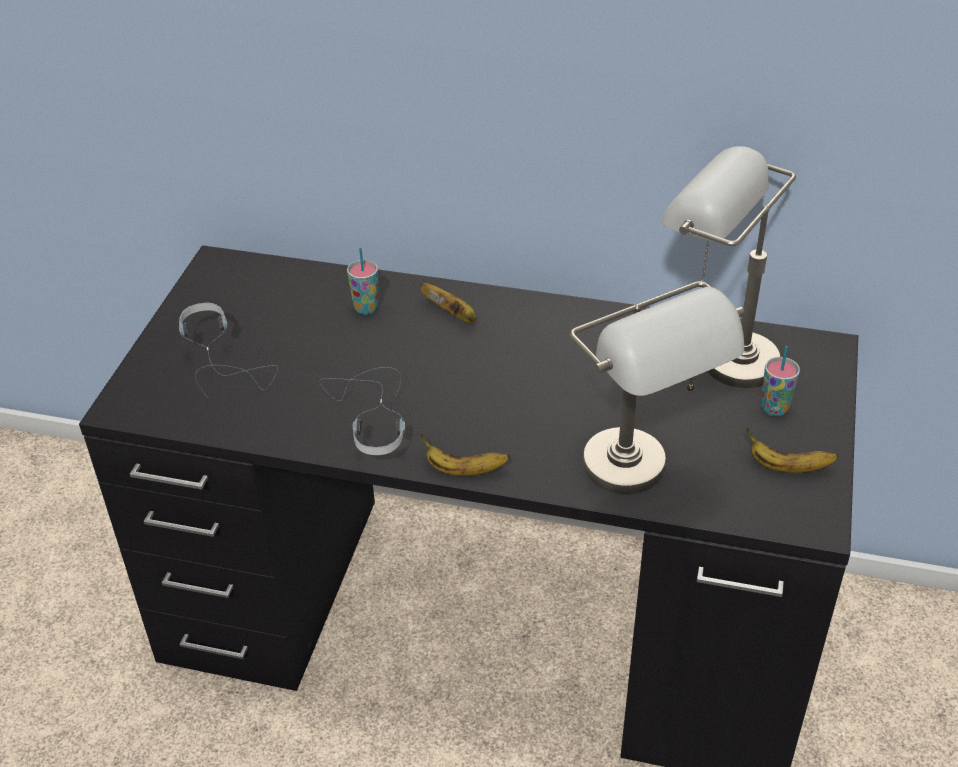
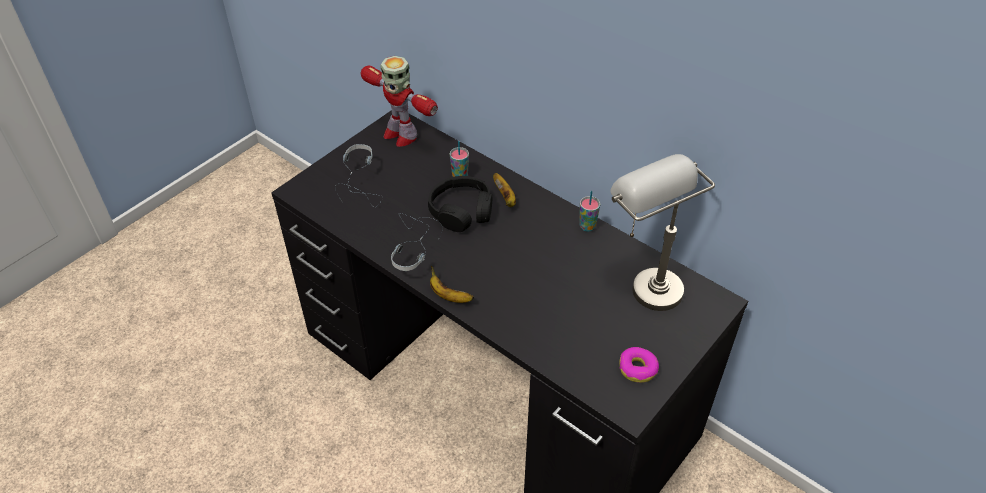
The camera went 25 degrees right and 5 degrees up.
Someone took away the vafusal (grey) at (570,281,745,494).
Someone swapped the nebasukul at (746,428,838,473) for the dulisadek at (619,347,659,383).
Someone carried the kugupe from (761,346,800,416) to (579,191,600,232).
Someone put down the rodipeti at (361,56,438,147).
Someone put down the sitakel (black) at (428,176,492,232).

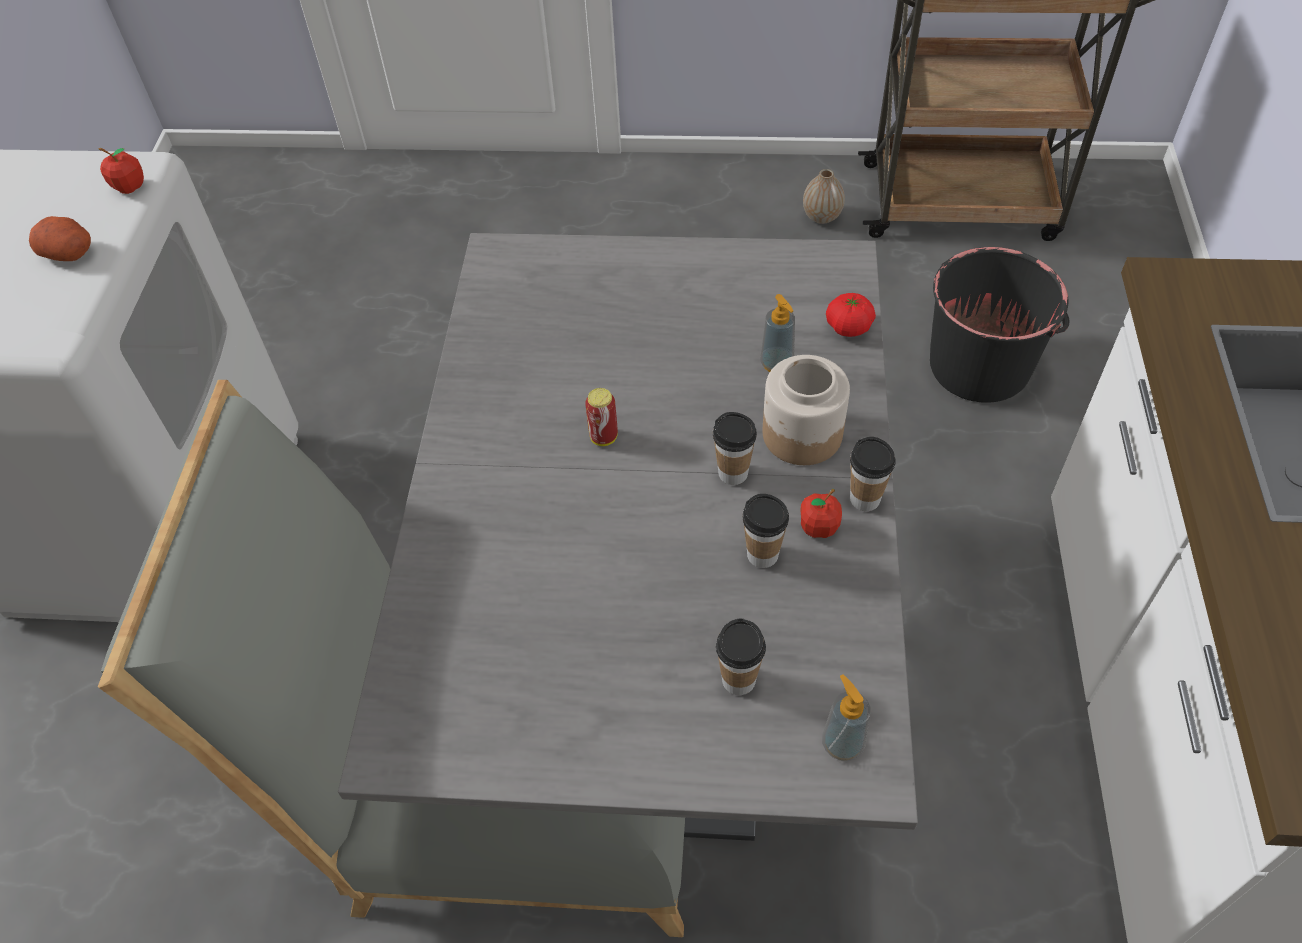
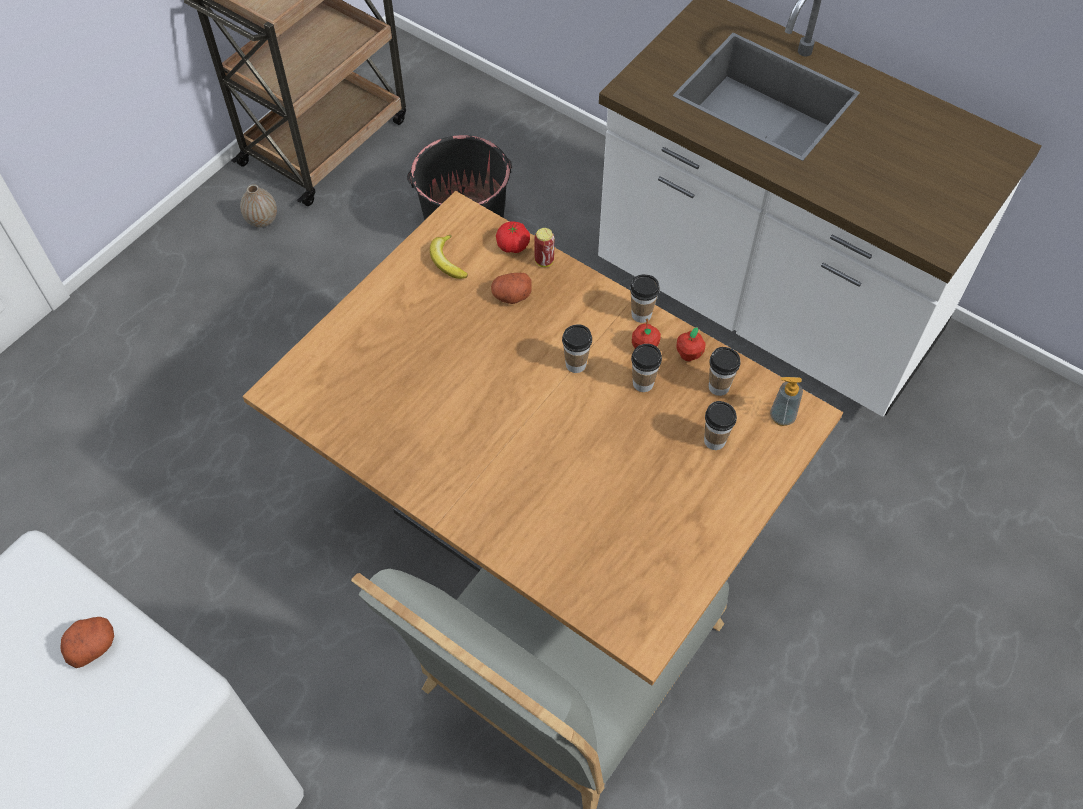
The camera went 60 degrees left and 5 degrees up.
Someone carried the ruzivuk from (99,148,144,194) to (676,327,706,361).
Someone repainted the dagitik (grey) at (338,233,918,841), which became the dagitik (brown) at (242,191,843,685).
Someone carried the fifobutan from (585,388,618,446) to (534,228,554,267).
Someone swapped the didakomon at (760,294,795,372) for the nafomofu at (491,273,532,304).
Someone took away the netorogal at (763,355,850,465).
Someone put down the nebasukul at (430,235,468,279).
Someone put down the kugupe at (709,347,741,396).

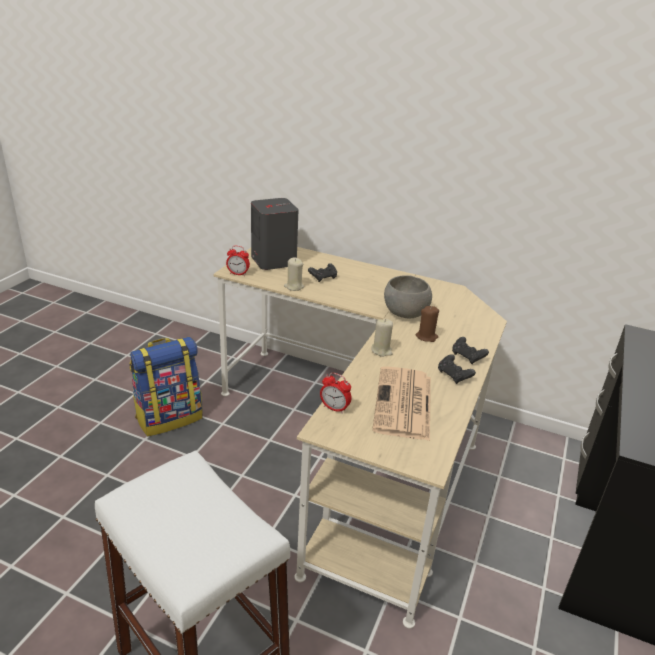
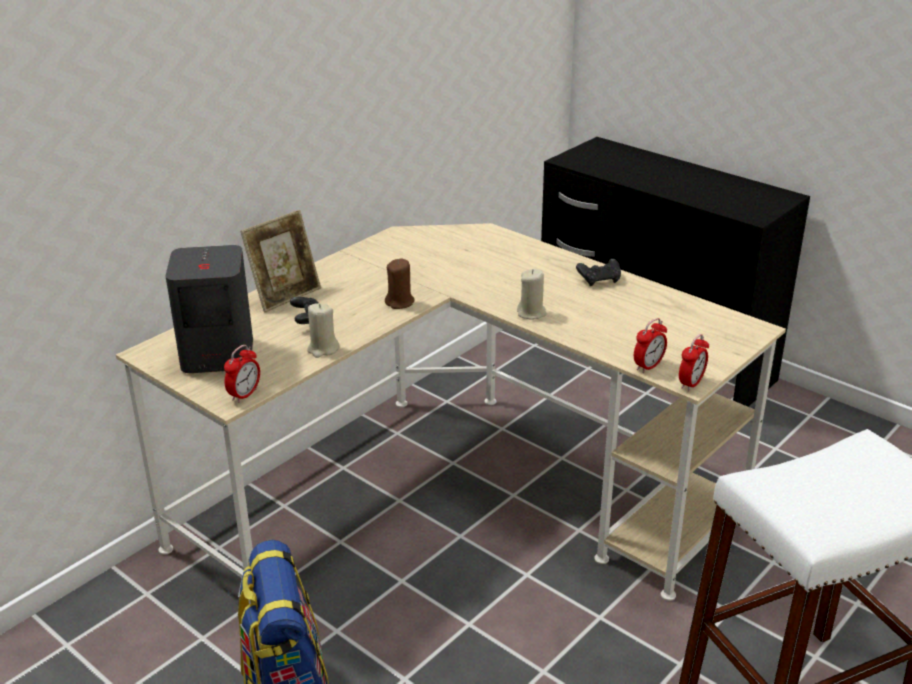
The camera went 70 degrees left and 0 degrees up.
Someone took away the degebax at (372,366,431,441).
Someone took away the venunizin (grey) at (384,275,432,319).
Someone carried the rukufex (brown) from (416,306,439,342) to (385,259,415,309).
Someone took away the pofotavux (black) at (452,337,489,364).
Someone put down the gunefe at (240,210,321,313).
Someone put down the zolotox at (679,334,709,391).

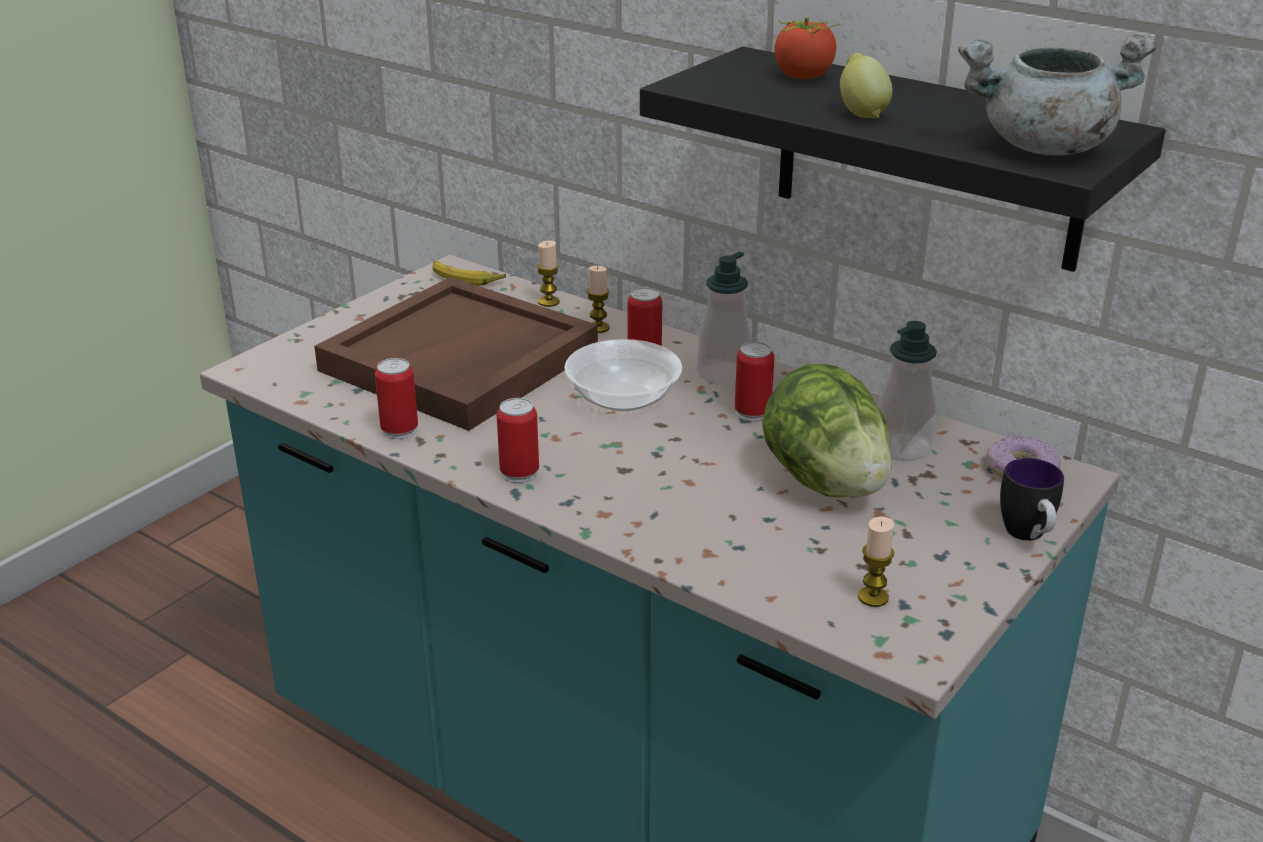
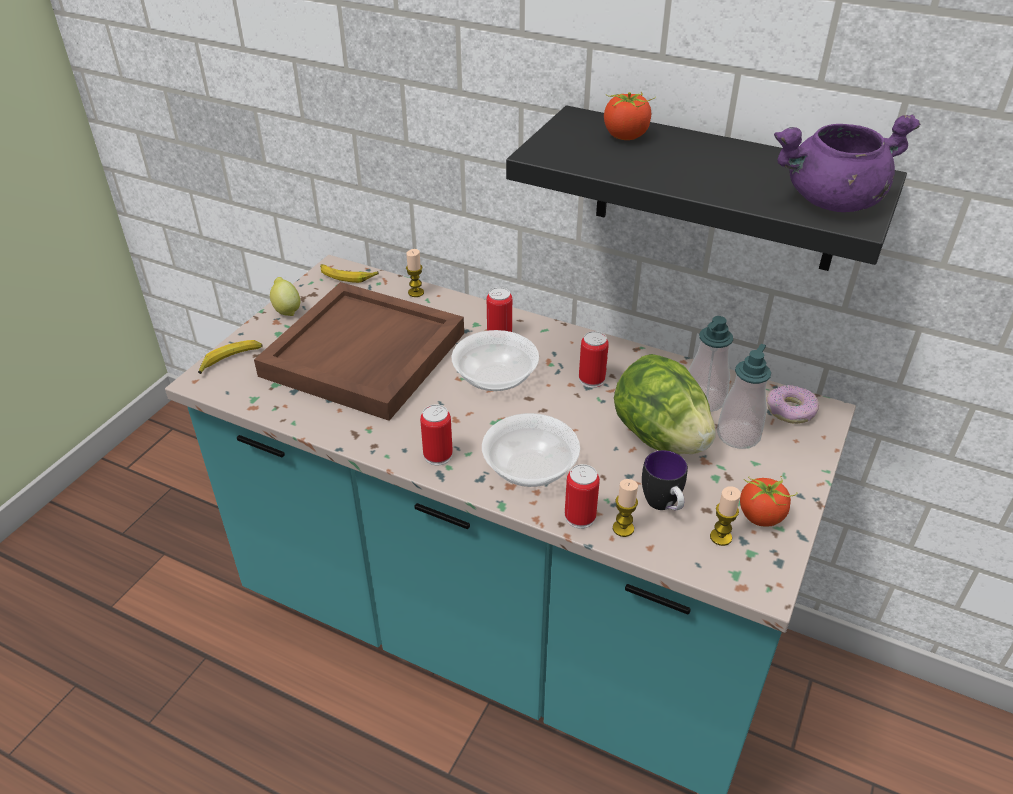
The camera went 10 degrees left and 10 degrees up.
Someone carried the fifobutan from (375,358,418,439) to (565,464,600,529).
Someone carried the rukufex from (587,266,610,333) to (613,479,638,537).
Someone carried the didakomon from (697,252,751,385) to (717,344,771,449).
Someone carried the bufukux from (840,53,893,119) to (270,277,300,316).
Someone repainted the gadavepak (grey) at (958,34,1157,155), which became the gadavepak (purple) at (774,114,920,212).
Someone carried the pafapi from (1000,458,1064,541) to (642,450,688,510).
Someone put down the nebasukul at (198,340,263,374).
Someone put down the venunizin at (482,413,580,487).
Someone put down the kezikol at (740,476,798,527).

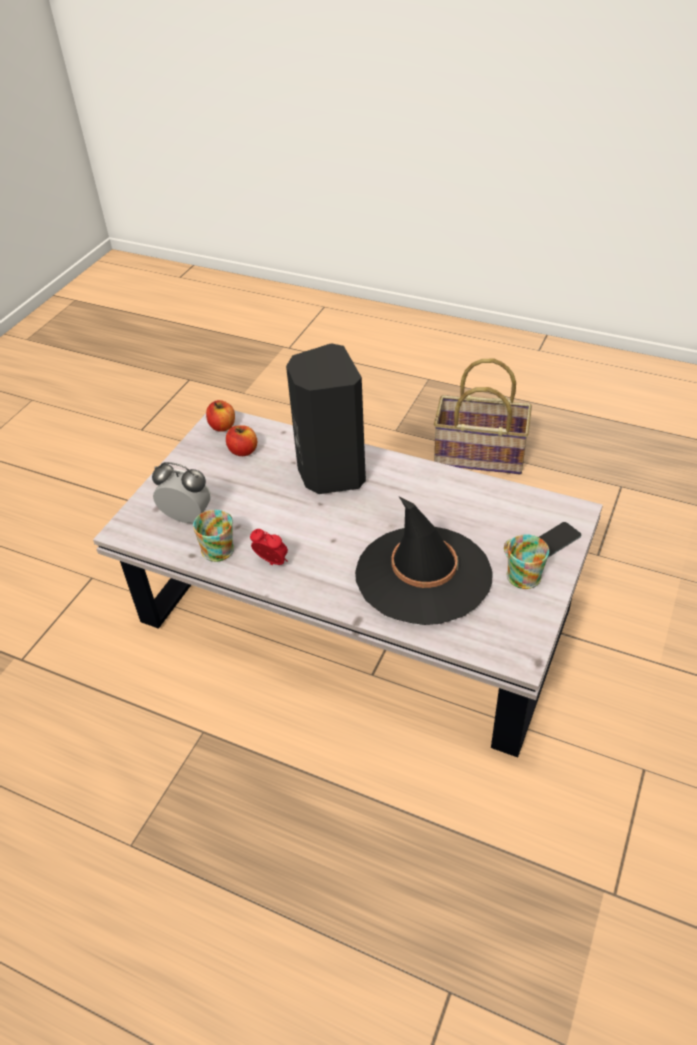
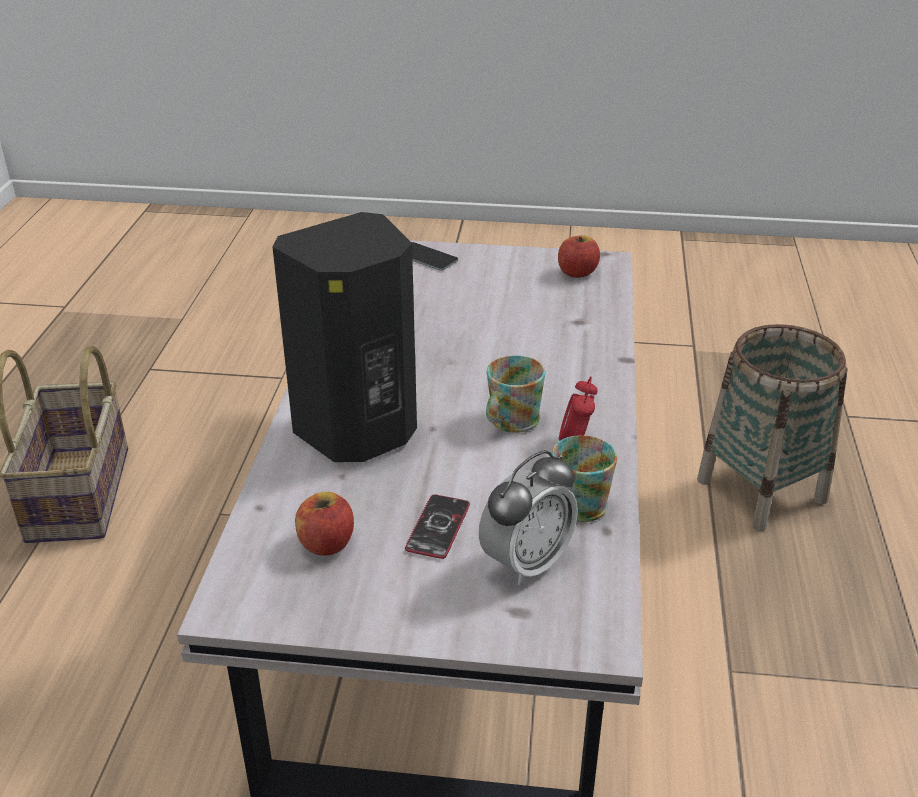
The camera went 110 degrees left and 10 degrees down.
Someone rotated the zolotox at (152,462,211,523) by 135 degrees counterclockwise.
Someone carried the ruzivuk from (206,400,235,432) to (558,235,600,278).
Someone took away the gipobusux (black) at (355,496,493,625).
Someone carried the pafapi from (504,534,549,589) to (486,355,545,433).
Someone put down the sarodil at (405,494,470,559).
Someone put down the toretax at (697,324,848,531).

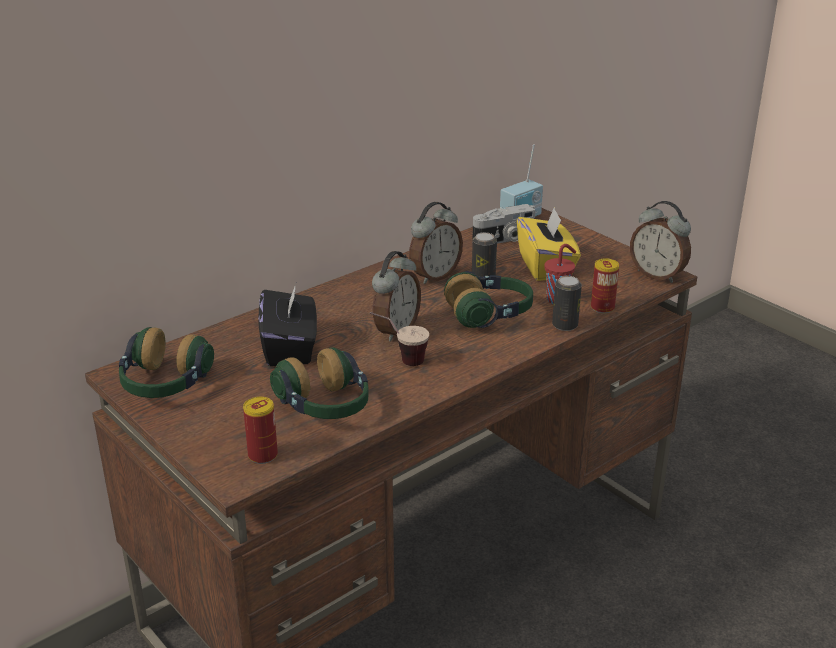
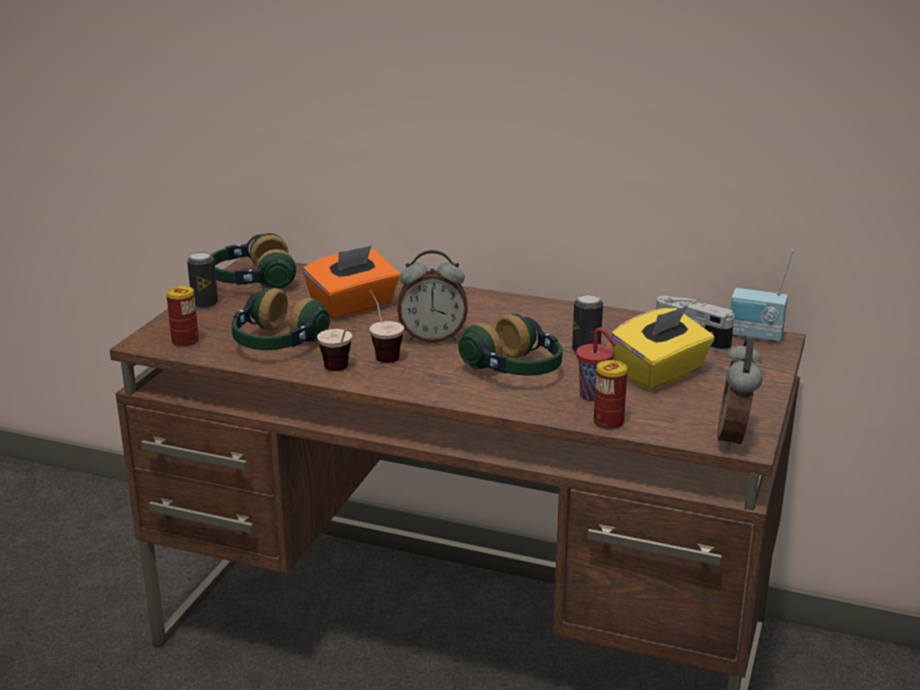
The camera went 60 degrees right and 5 degrees down.
Someone repainted the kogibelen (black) at (259,281,317,366), which became the kogibelen (orange) at (303,245,400,320).
Someone took away the zolotox at (409,202,463,284).
Someone carried the fifobutan from (552,276,582,331) to (187,252,218,308).
Someone put down the kugupe at (317,329,356,371).

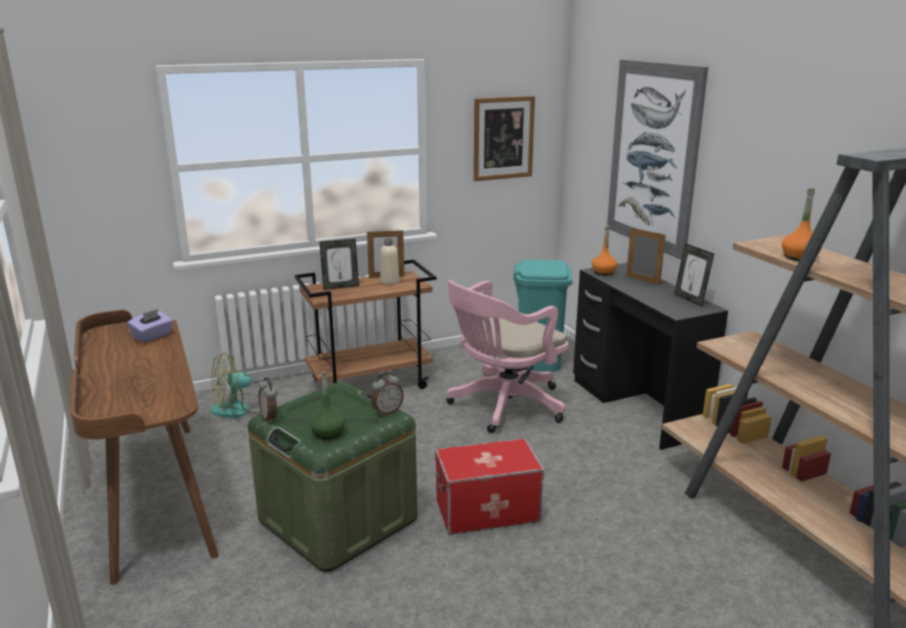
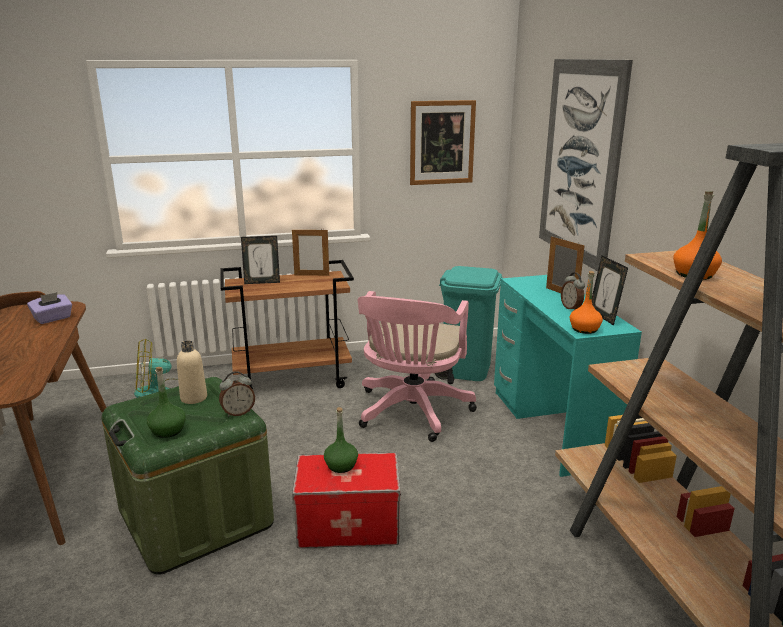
The camera went 10 degrees right and 0 degrees up.
Someone carried the zolotox from (258,377,277,423) to (561,272,585,310).
Someone carried the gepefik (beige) from (380,238,399,285) to (177,341,207,404).
Someone rotated the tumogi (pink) at (446,280,568,433) by 45 degrees counterclockwise.
Someone repainted the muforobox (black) at (573,263,728,450), which became the muforobox (turquoise) at (494,275,642,477).
Someone carried the gepefik (orange) from (592,225,617,275) to (570,271,603,334).
Someone put down the gepefik (green) at (324,407,358,473).

